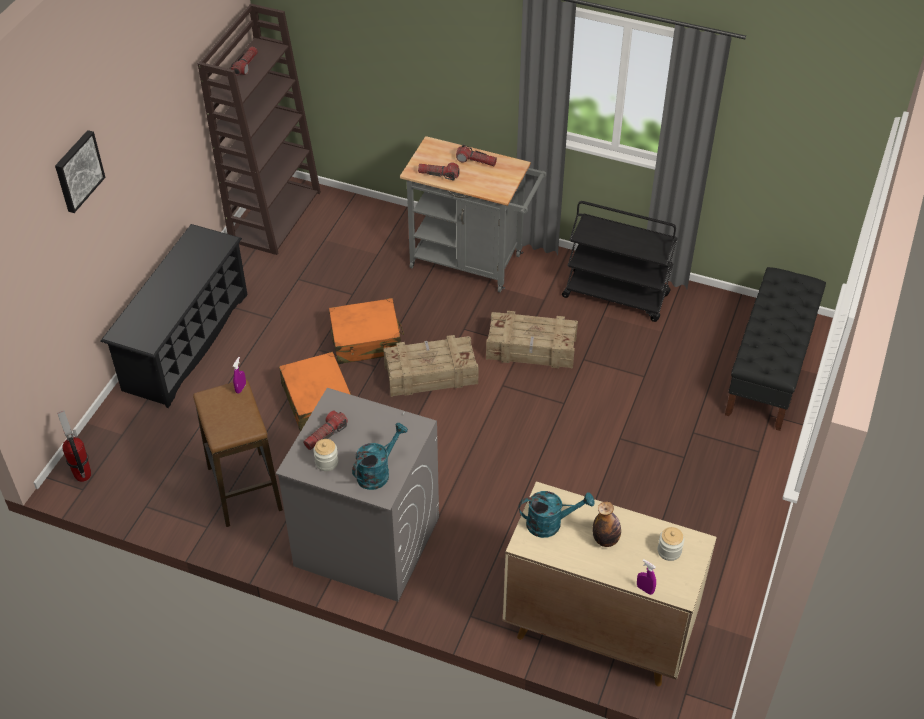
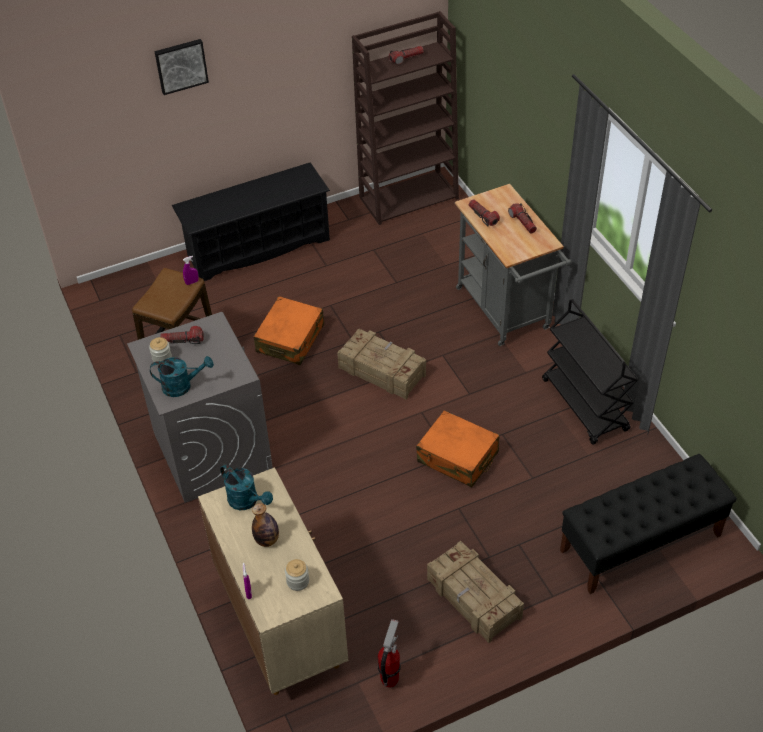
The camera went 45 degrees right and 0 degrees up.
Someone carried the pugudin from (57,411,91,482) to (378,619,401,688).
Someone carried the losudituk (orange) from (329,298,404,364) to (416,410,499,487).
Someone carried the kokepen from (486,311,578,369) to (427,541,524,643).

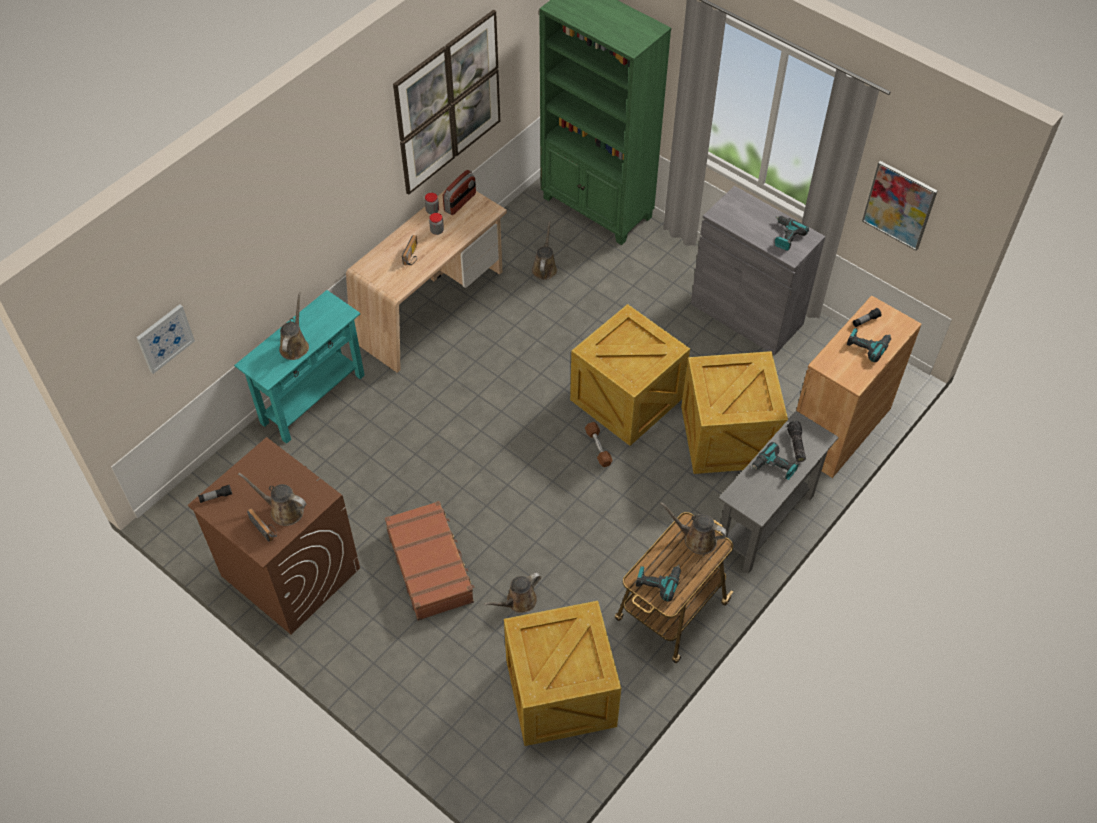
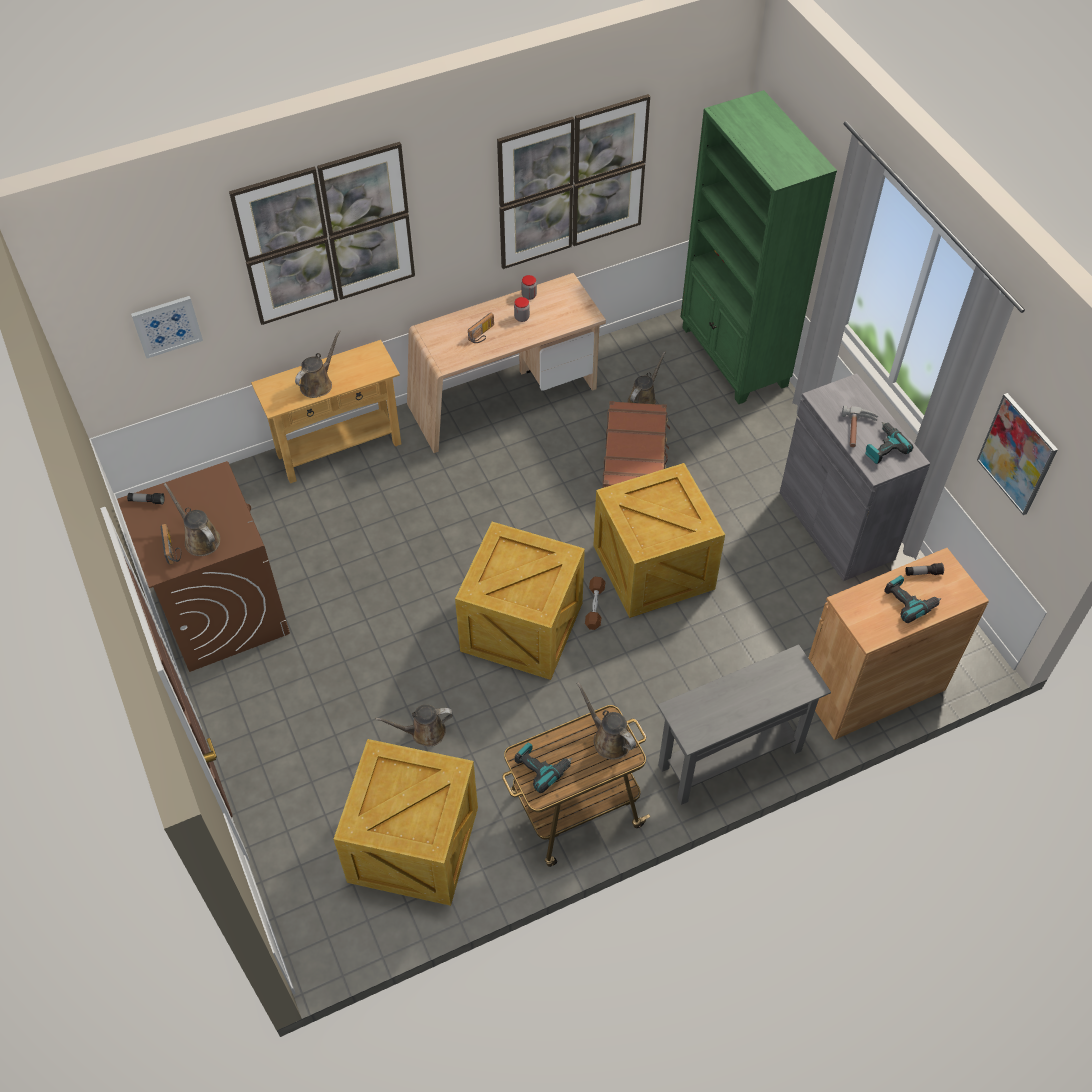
The camera went 25 degrees right and 0 degrees up.
Someone repainted the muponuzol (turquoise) at (234,290,365,444), which became the muponuzol (beige) at (251,340,401,483).
Someone carried the losudituk (brown) from (385,501,475,621) to (603,401,670,488).
Someone took away the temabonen at (443,170,476,215).
Someone carried the kokepen from (681,351,788,474) to (455,522,585,680).
Someone took away the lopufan at (752,442,799,480).
Someone took away the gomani at (787,421,806,462).
Someone put up the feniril at (229,142,415,325).
Someone put down the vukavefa at (842,405,878,448).

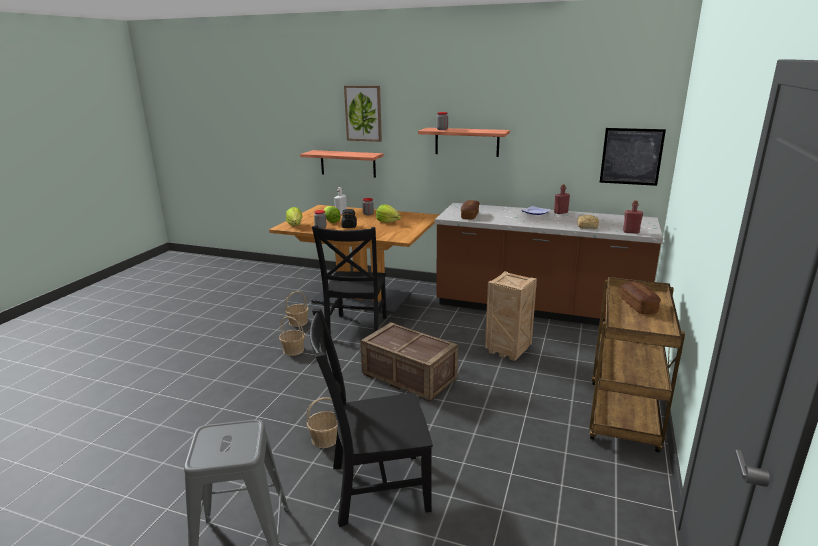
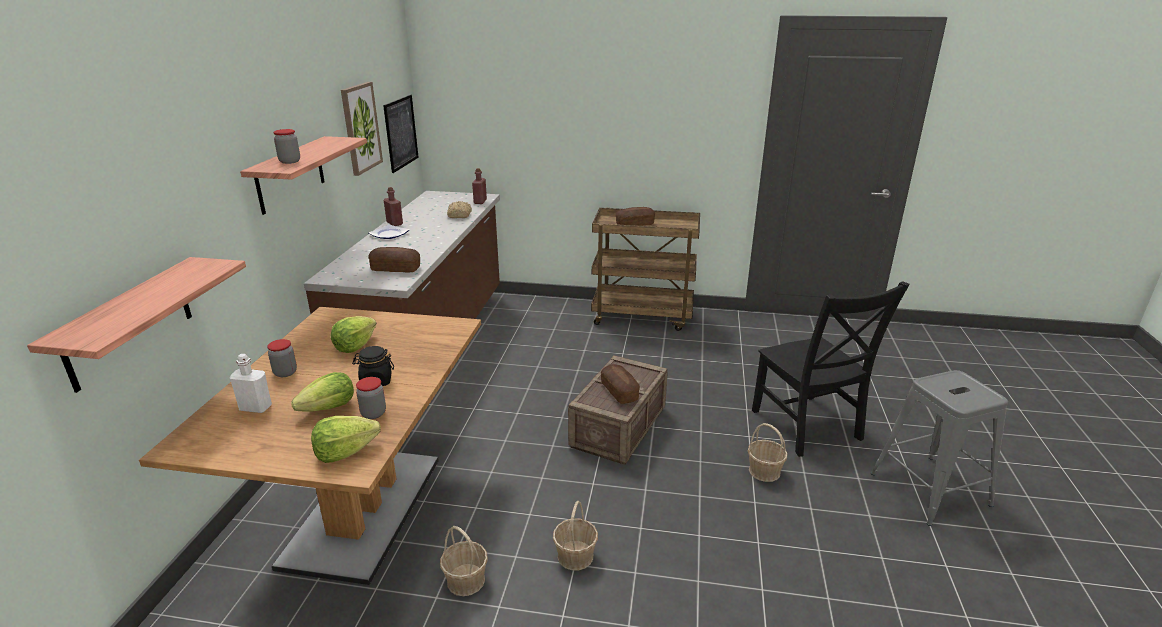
The camera went 100 degrees left and 5 degrees up.
Someone took away the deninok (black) at (312,225,387,334).
Someone carried the feniril from (344,85,382,142) to (341,82,383,176).
Someone took away the kokepen at (485,271,537,361).
Someone put down the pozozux at (601,364,640,404).

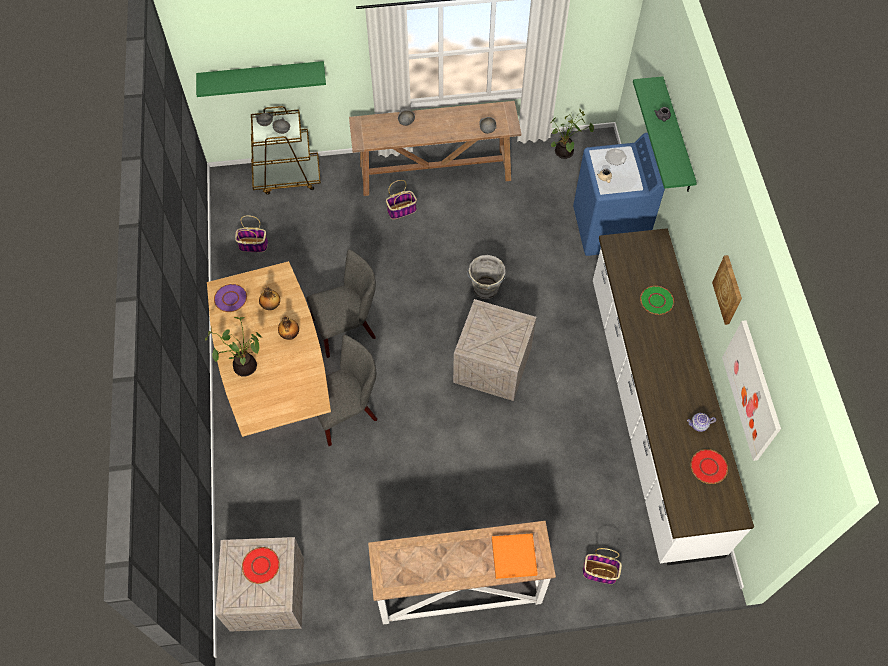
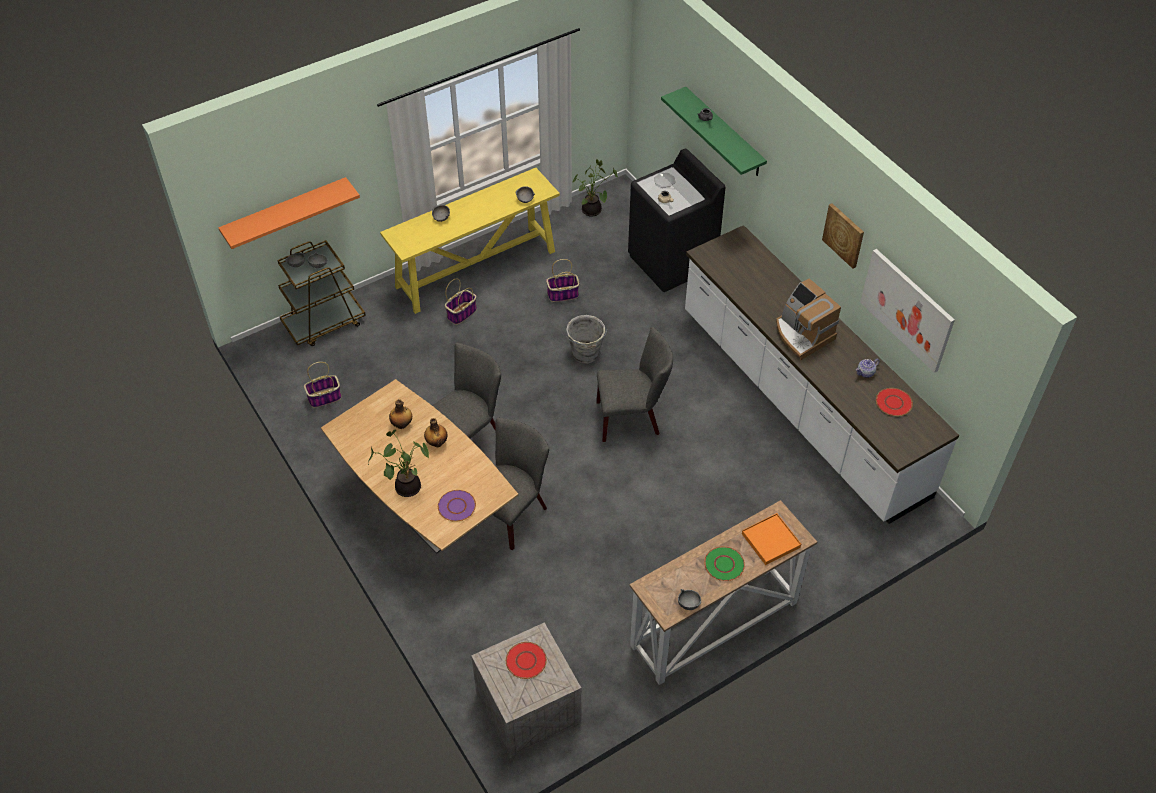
The camera went 25 degrees left and 10 degrees down.
Someone repainted the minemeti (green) at (196,61,326,97), which became the minemeti (orange) at (218,177,360,249).
Someone carried the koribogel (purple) from (214,284,247,312) to (438,490,476,522).
Someone repainted the muponuzol (brown) at (349,101,521,196), which became the muponuzol (yellow) at (380,168,560,314).
Someone swapped the kokepen at (453,299,536,401) for the deninok (grey) at (596,327,673,442).
Someone repainted the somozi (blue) at (573,133,665,256), which became the somozi (black) at (628,149,726,292).
Someone carried the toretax from (583,548,622,584) to (546,259,579,302).
Someone carried the koribogel (green) from (640,286,674,315) to (704,546,745,581).
Someone put down the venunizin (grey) at (678,589,701,610).
Someone put down the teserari at (776,278,841,360).

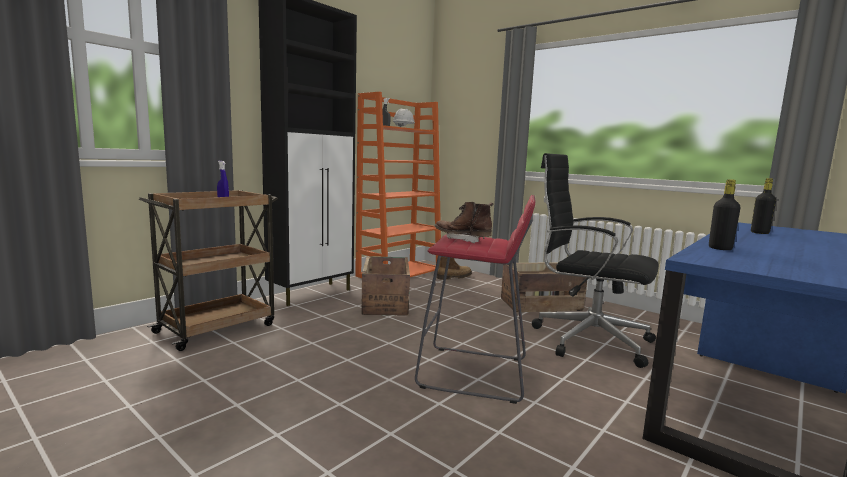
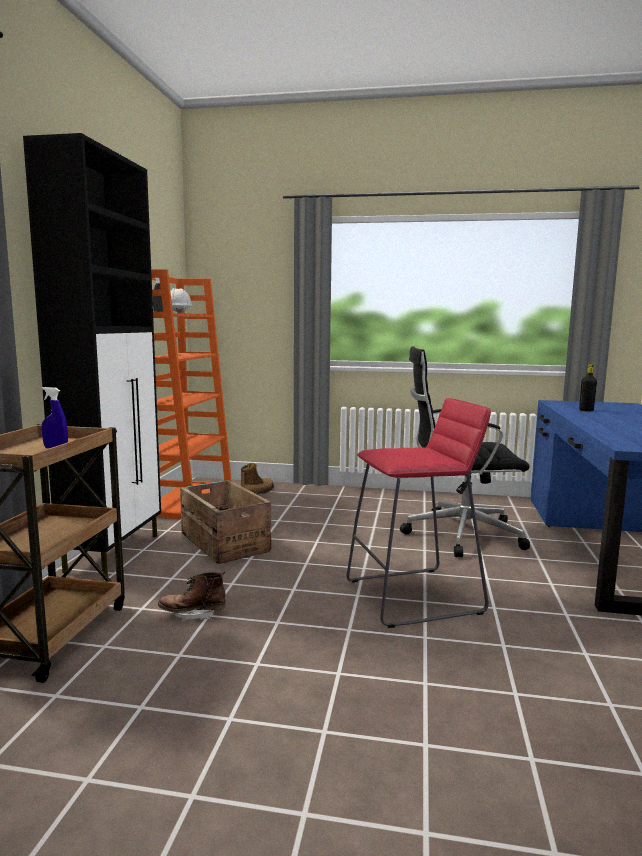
The camera went 30 degrees left and 0 degrees up.
Someone carried the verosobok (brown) from (434,202,493,243) to (158,571,226,620).
Someone took away the kokepen at (501,263,587,312).
Someone took away the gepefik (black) at (709,179,741,250).

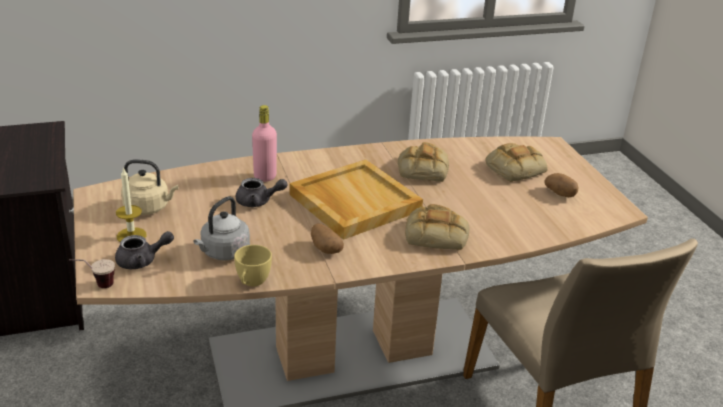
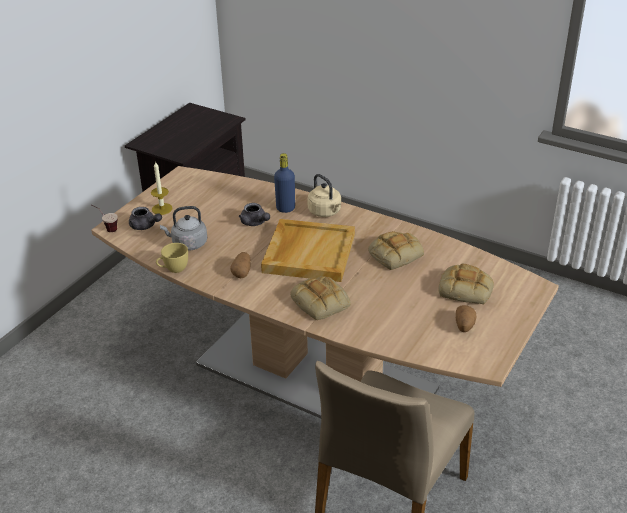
The camera went 50 degrees right and 5 degrees up.
Someone carried the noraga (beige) from (121,159,178,215) to (307,174,341,217).
Someone repainted the gepefik (pink) at (252,105,277,182), which became the gepefik (blue) at (274,153,295,213).

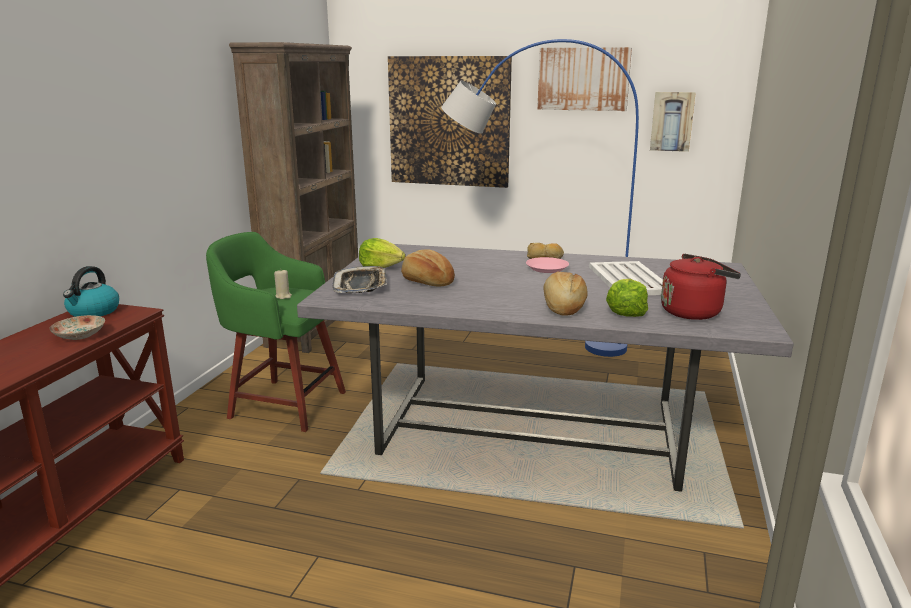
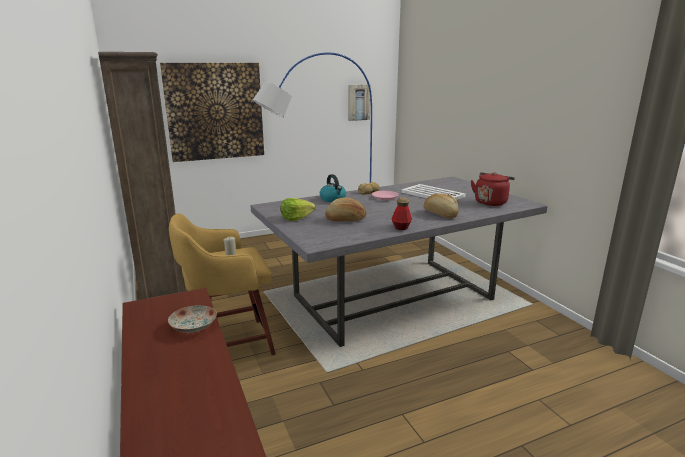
The camera went 40 degrees left and 0 degrees up.
Someone carried the noraga from (63,266,119,317) to (320,174,346,202).
Someone repainted the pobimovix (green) at (206,232,346,432), which became the pobimovix (yellow) at (169,213,276,355).
Someone took away the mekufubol at (332,266,387,293).
Someone took away the feniril at (537,47,632,111).
Someone took away the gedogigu at (606,279,648,317).
Someone put down the gepefik at (391,197,412,230).

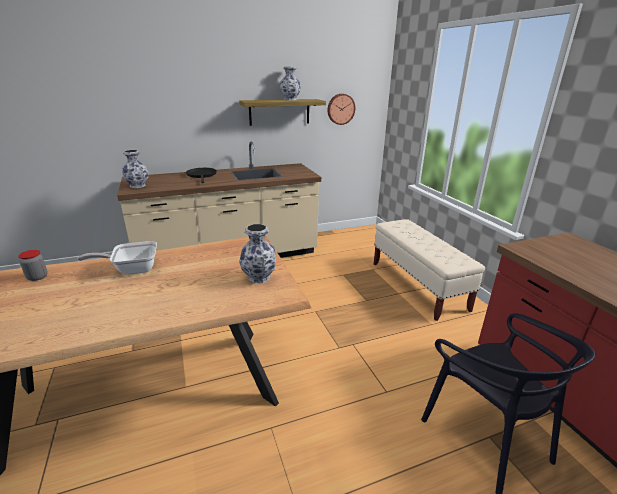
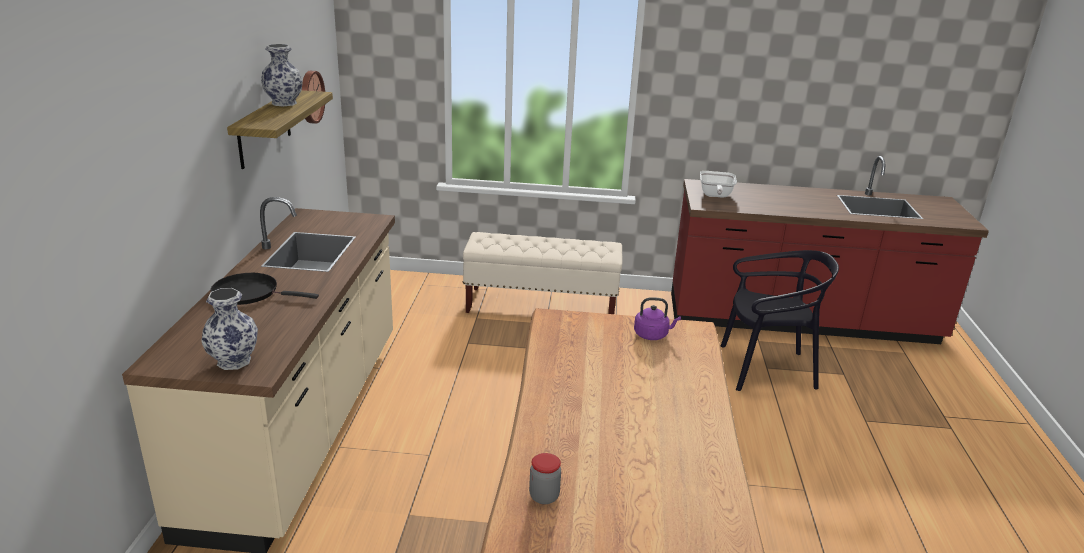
The camera went 65 degrees left and 0 degrees up.
Someone carried the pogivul from (78,241,157,275) to (700,171,737,198).
Someone swapped the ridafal at (239,224,276,283) for the noraga (purple) at (634,297,681,340).

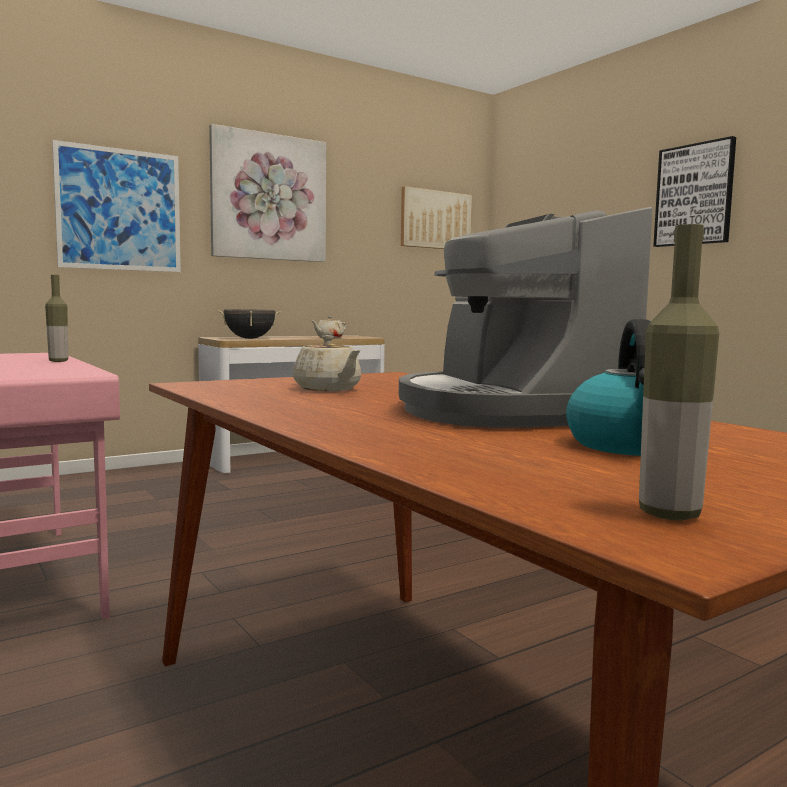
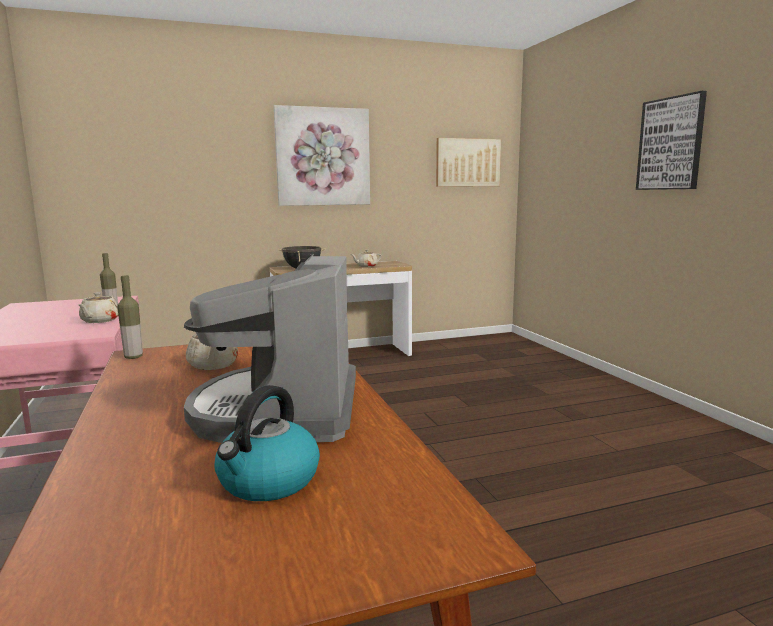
The camera went 15 degrees right and 5 degrees up.
Someone took away the feniril at (52,140,181,272).
Someone carried the gepefik from (639,224,719,520) to (117,275,143,359).
Someone put down the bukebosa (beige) at (78,292,118,323).

